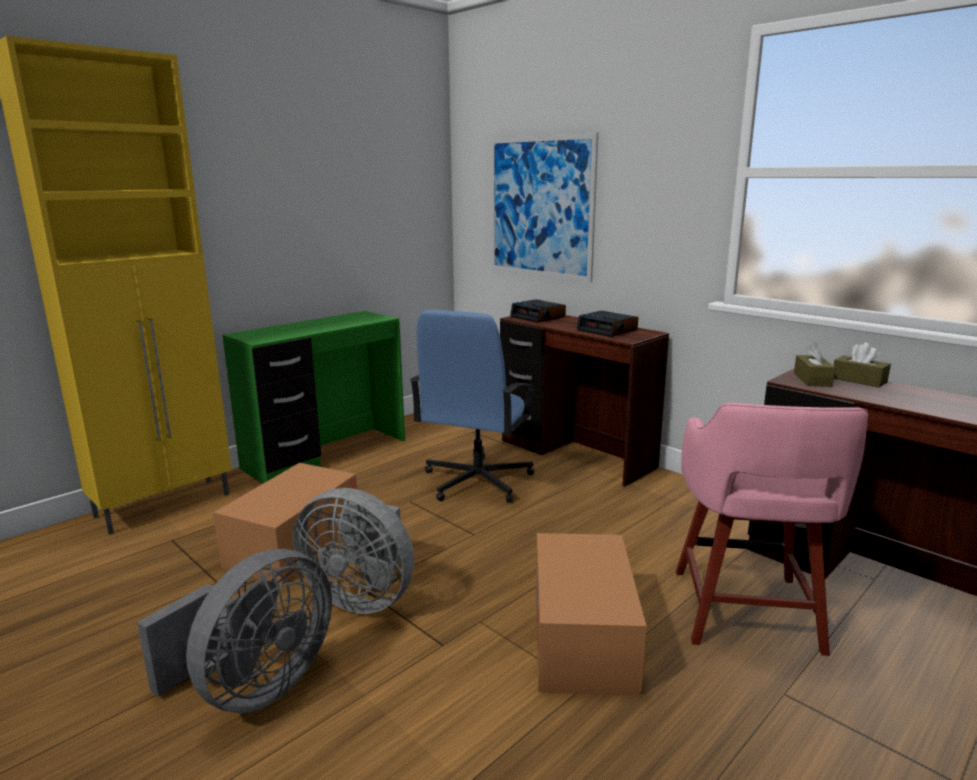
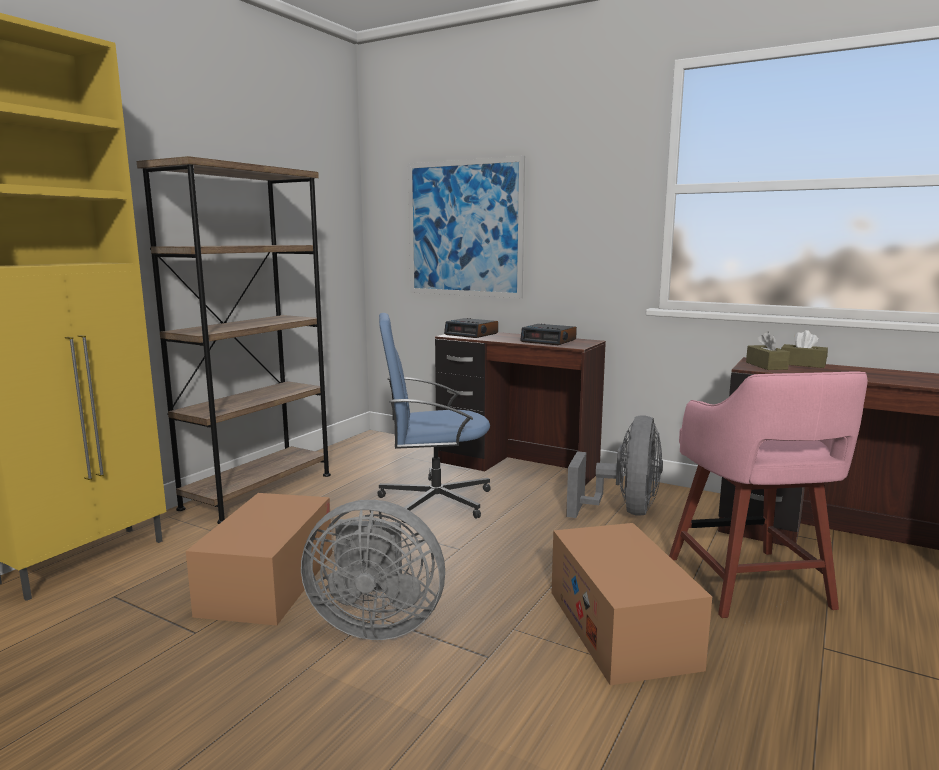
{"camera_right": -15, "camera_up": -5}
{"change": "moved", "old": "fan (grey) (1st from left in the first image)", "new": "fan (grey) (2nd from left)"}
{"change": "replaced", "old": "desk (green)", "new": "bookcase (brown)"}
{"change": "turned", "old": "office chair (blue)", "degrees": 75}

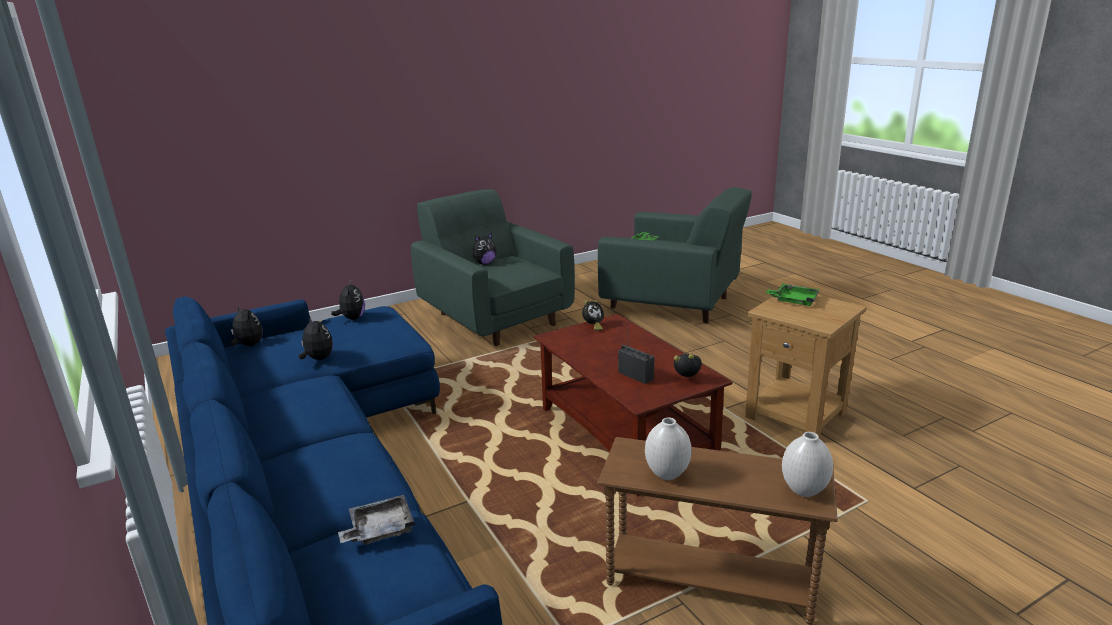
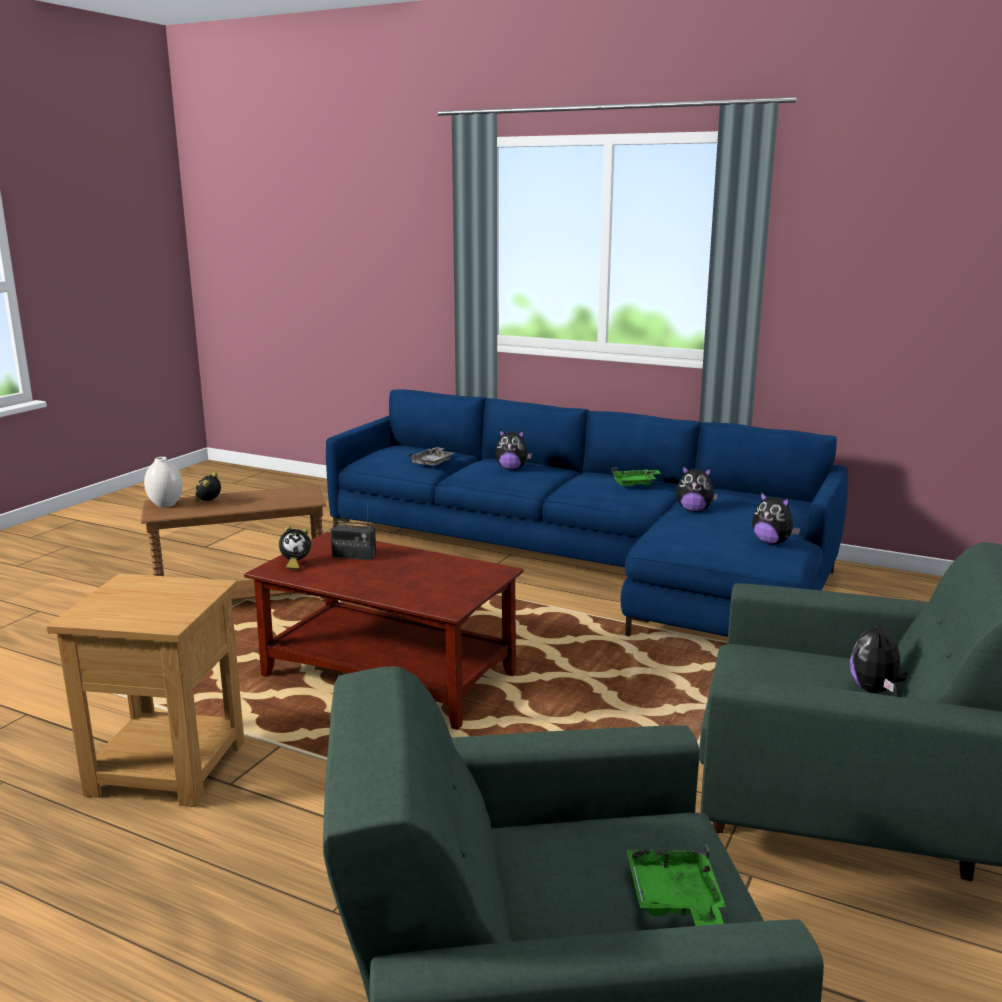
{"camera_right": 145, "camera_up": -5}
{"change": "removed", "old": "vase (white) (1st from left)"}
{"change": "moved", "old": "plush toy (1st from left)"}
{"change": "moved", "old": "alarm clock (1st from left)"}
{"change": "moved", "old": "tray (green) (2nd from left in the first image)", "new": "tray (green) (1st from left)"}

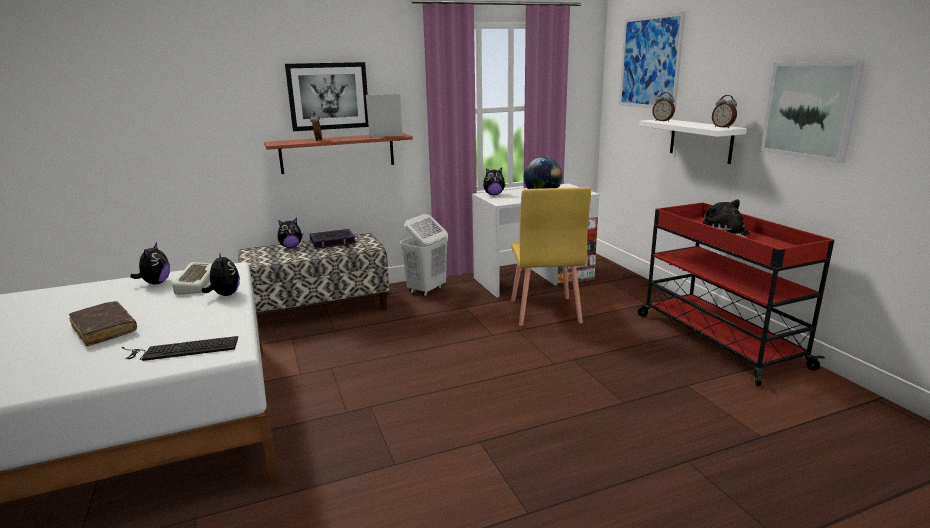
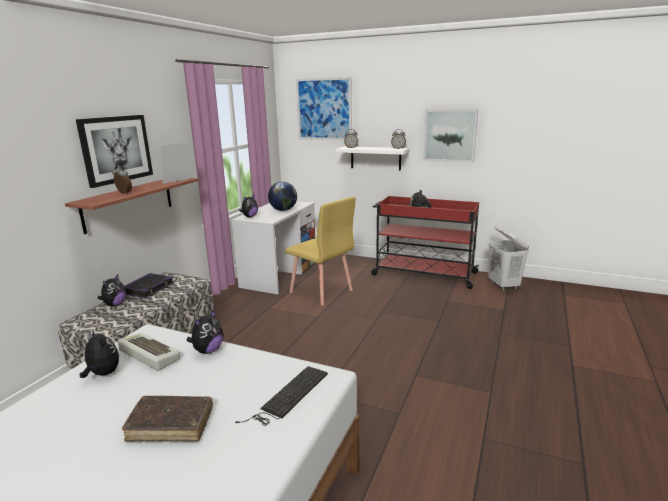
{"camera_right": -45, "camera_up": 0}
{"change": "moved", "old": "laundry basket (white)"}
{"change": "turned", "old": "plush toy (2nd from left in the first image)", "degrees": 105}

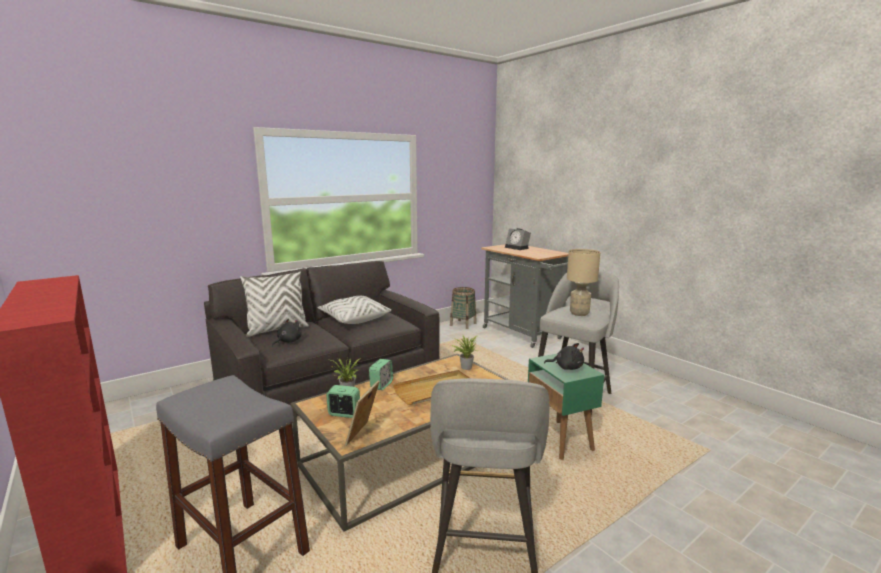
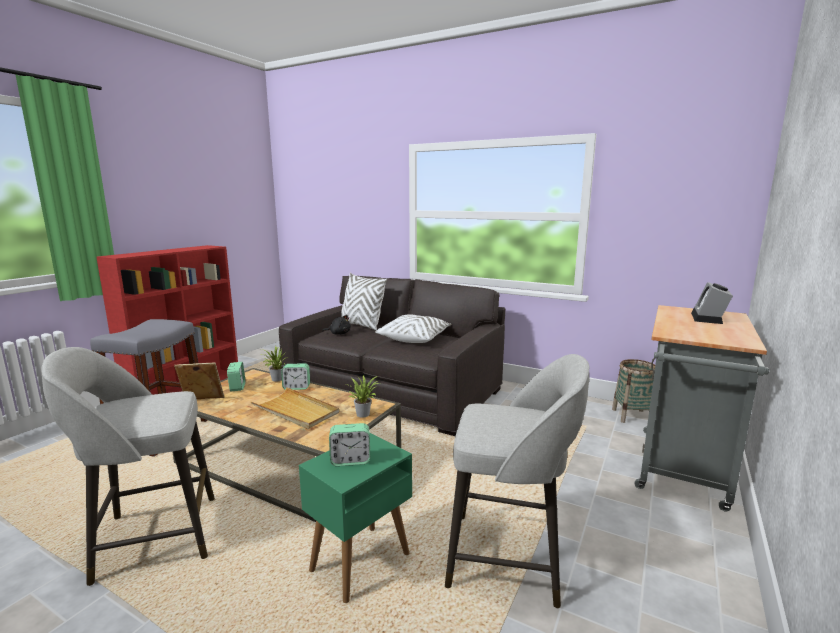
{"camera_right": 65, "camera_up": 0}
{"change": "removed", "old": "table lamp (beige)"}
{"change": "replaced", "old": "plush toy (black) (2nd from left)", "new": "alarm clock (3rd from left)"}

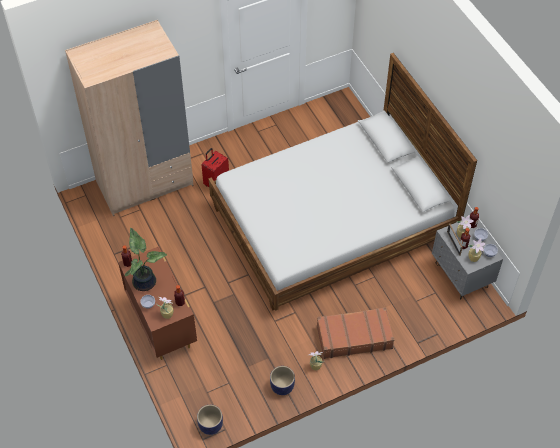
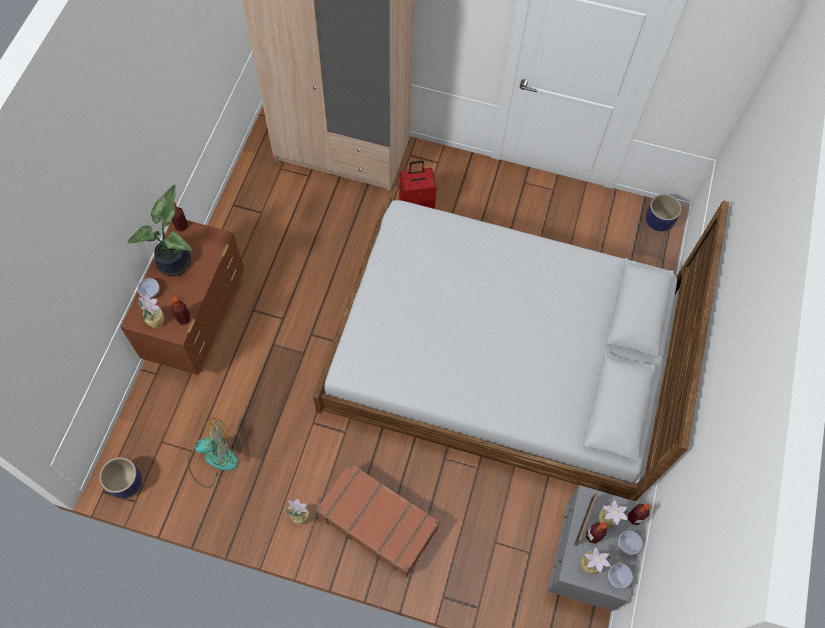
{"camera_right": 40, "camera_up": 10}
{"change": "added", "new": "fan"}
{"change": "moved", "old": "planter (2nd from left)"}

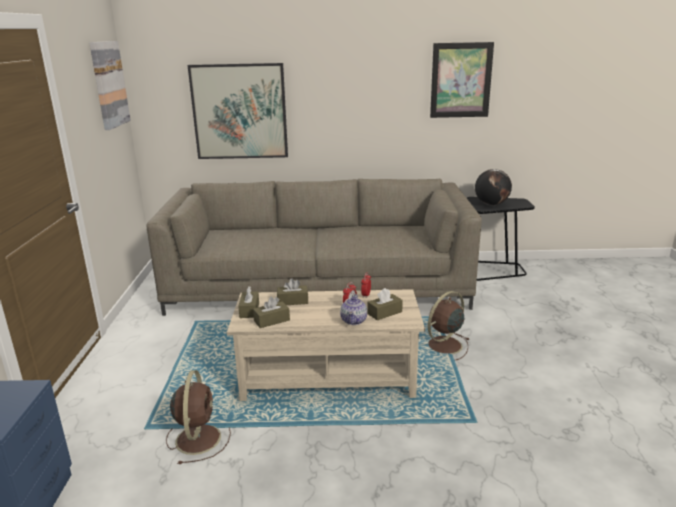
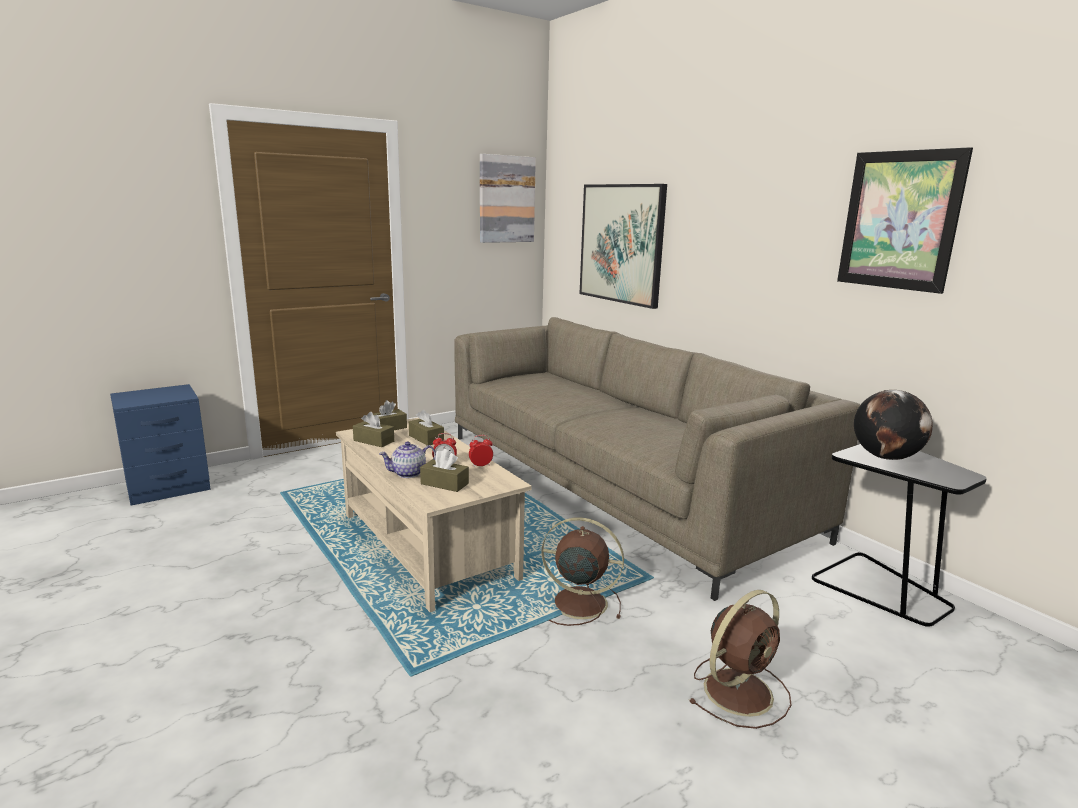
{"camera_right": 55, "camera_up": -5}
{"change": "moved", "old": "fan (brown) (1st from left in the first image)", "new": "fan (brown) (2nd from left)"}

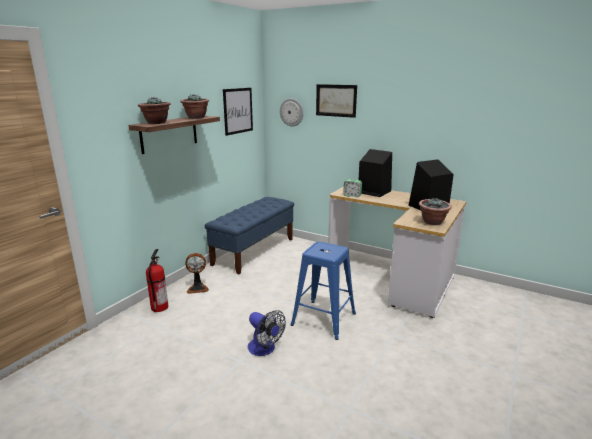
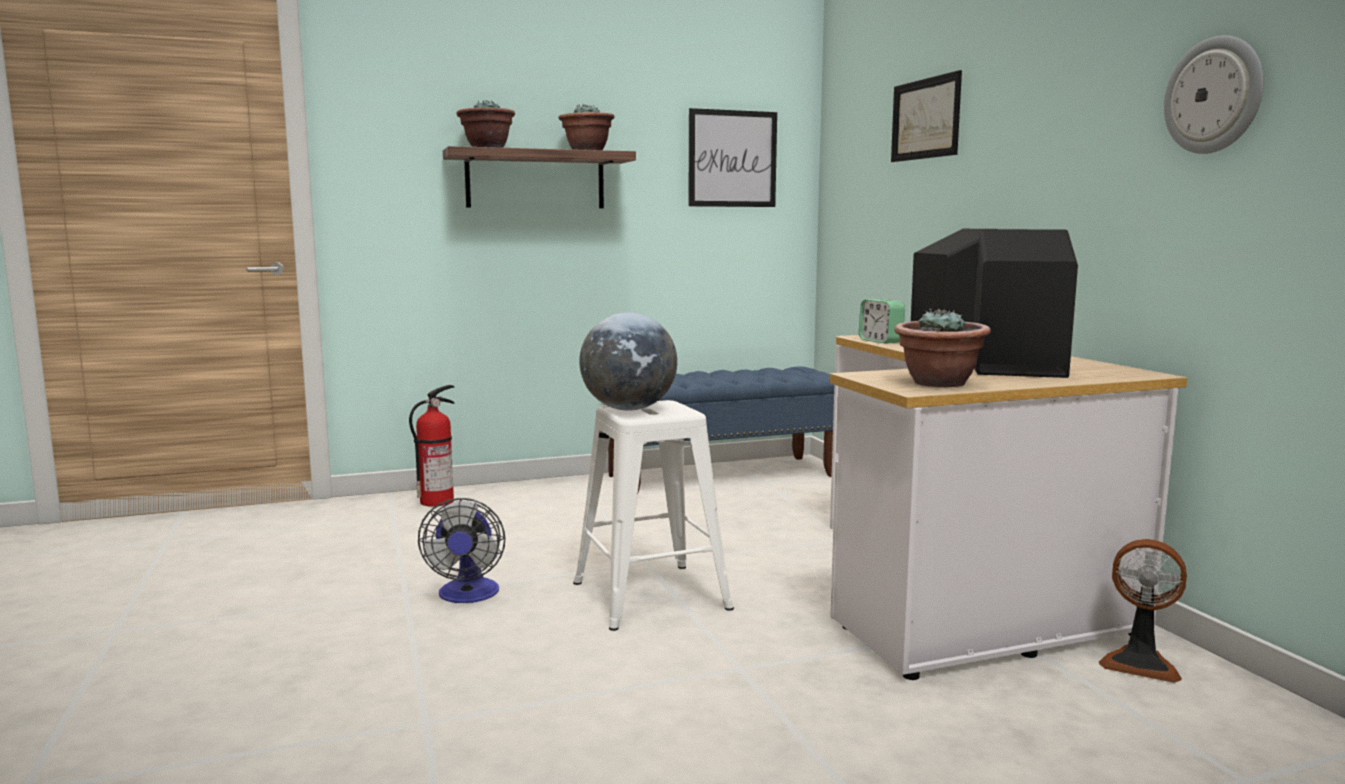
{"camera_right": 40, "camera_up": -10}
{"change": "added", "new": "globe"}
{"change": "moved", "old": "fan (1st from left in the first image)", "new": "fan (2nd from left)"}
{"change": "moved", "old": "wall clock"}
{"change": "recoloured", "old": "stool (blue)", "new": "stool (white)"}

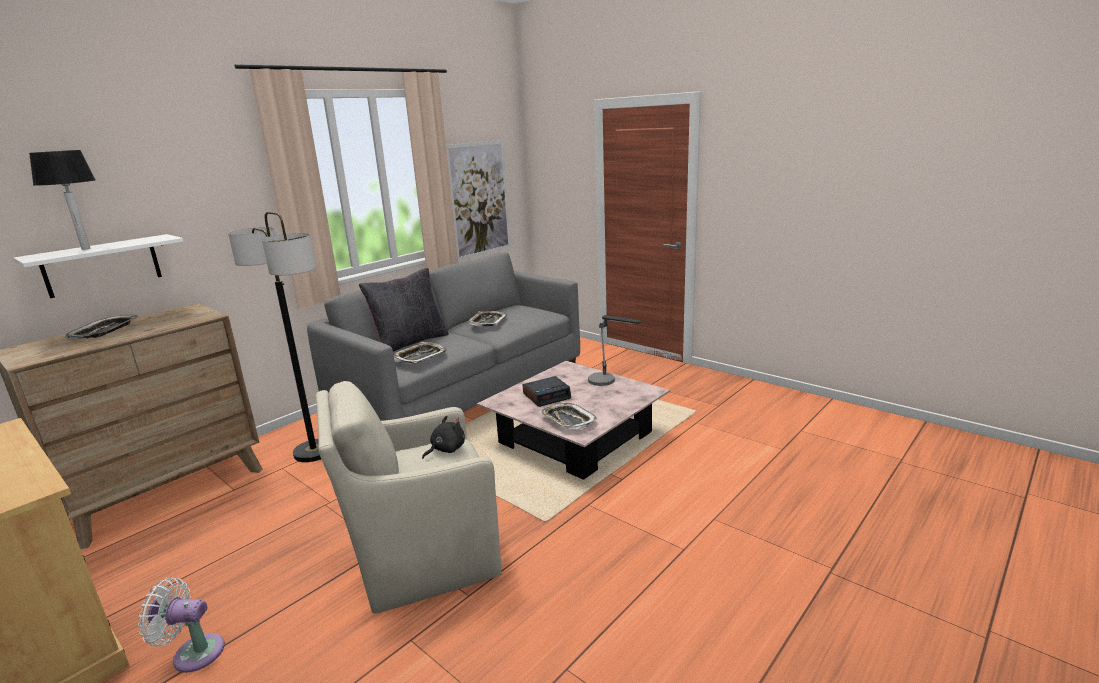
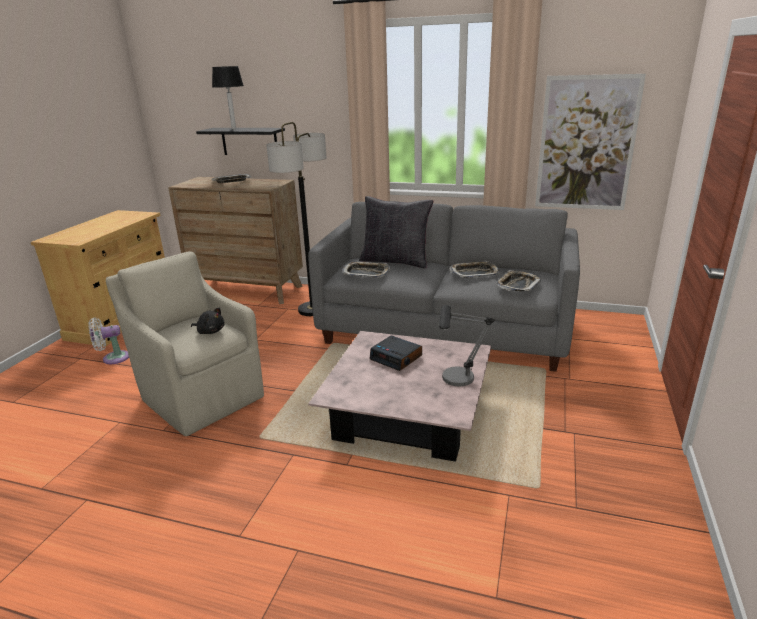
{"camera_right": 65, "camera_up": 5}
{"change": "moved", "old": "tray (4th from left)"}
{"change": "recoloured", "old": "shelf (white)", "new": "shelf (black)"}
{"change": "turned", "old": "fan (white)", "degrees": -90}

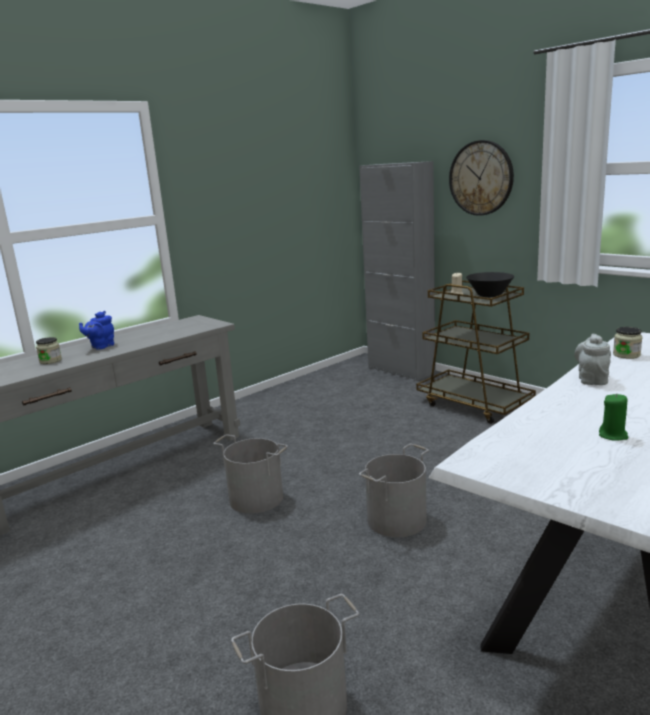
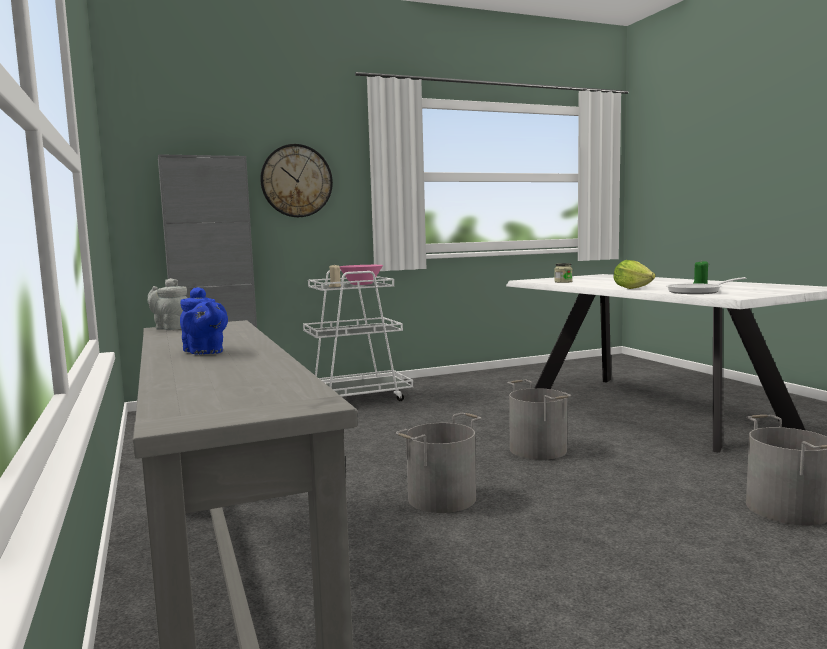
{"camera_right": -70, "camera_up": -10}
{"change": "removed", "old": "jar (1st from left)"}
{"change": "added", "new": "lettuce"}
{"change": "added", "new": "frying pan"}
{"change": "moved", "old": "teapot (grey)"}
{"change": "recoloured", "old": "cart (brown)", "new": "cart (white)"}
{"change": "recoloured", "old": "bowl (black)", "new": "bowl (pink)"}

